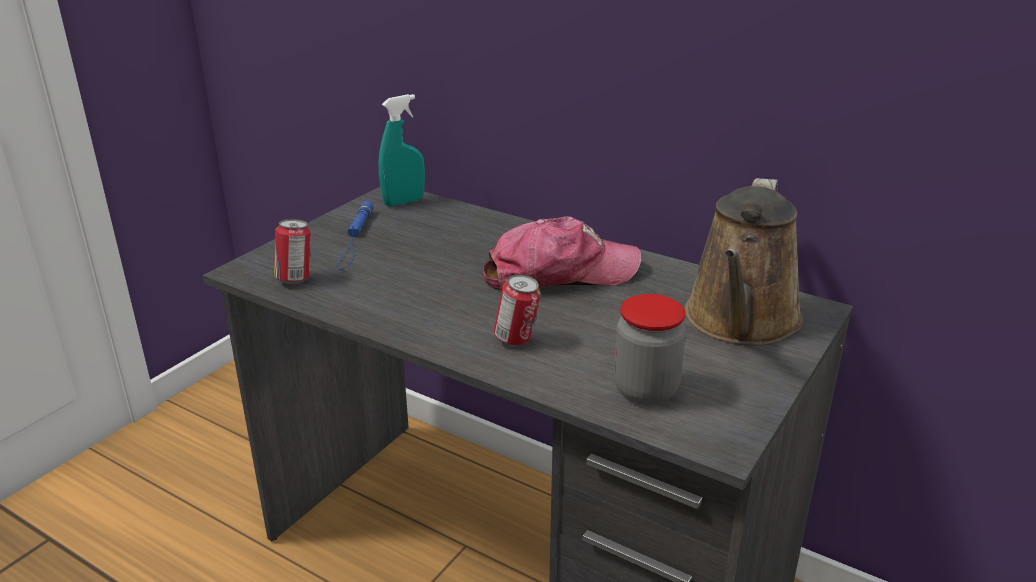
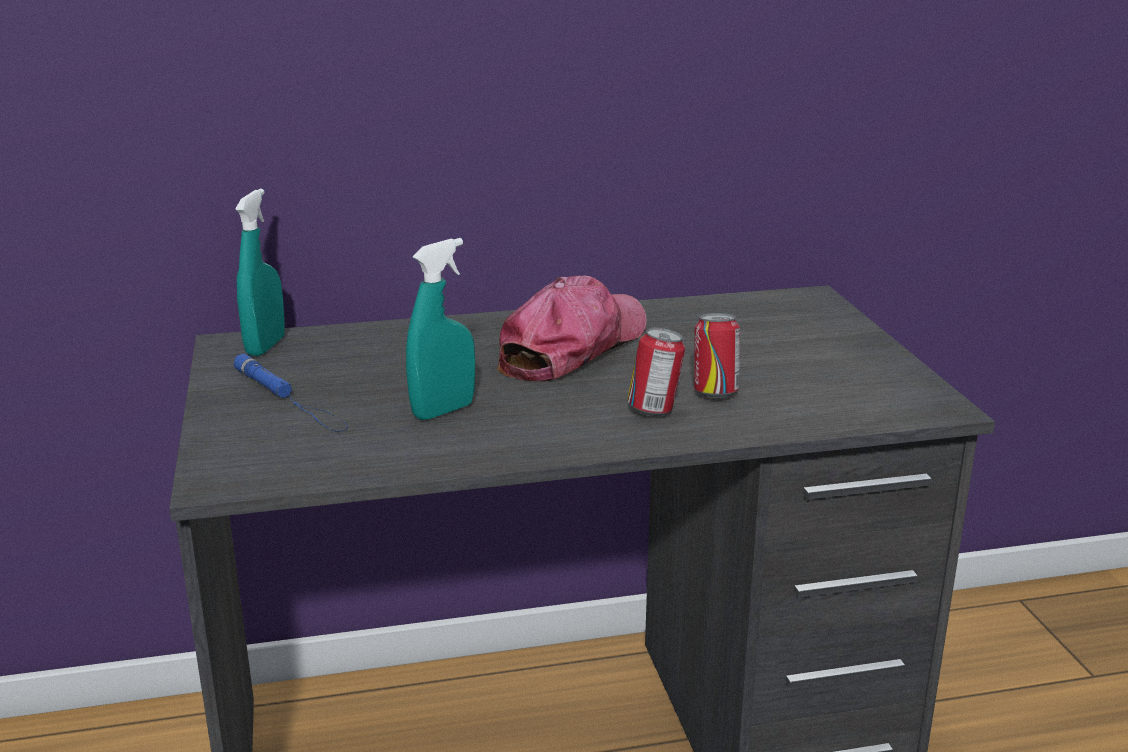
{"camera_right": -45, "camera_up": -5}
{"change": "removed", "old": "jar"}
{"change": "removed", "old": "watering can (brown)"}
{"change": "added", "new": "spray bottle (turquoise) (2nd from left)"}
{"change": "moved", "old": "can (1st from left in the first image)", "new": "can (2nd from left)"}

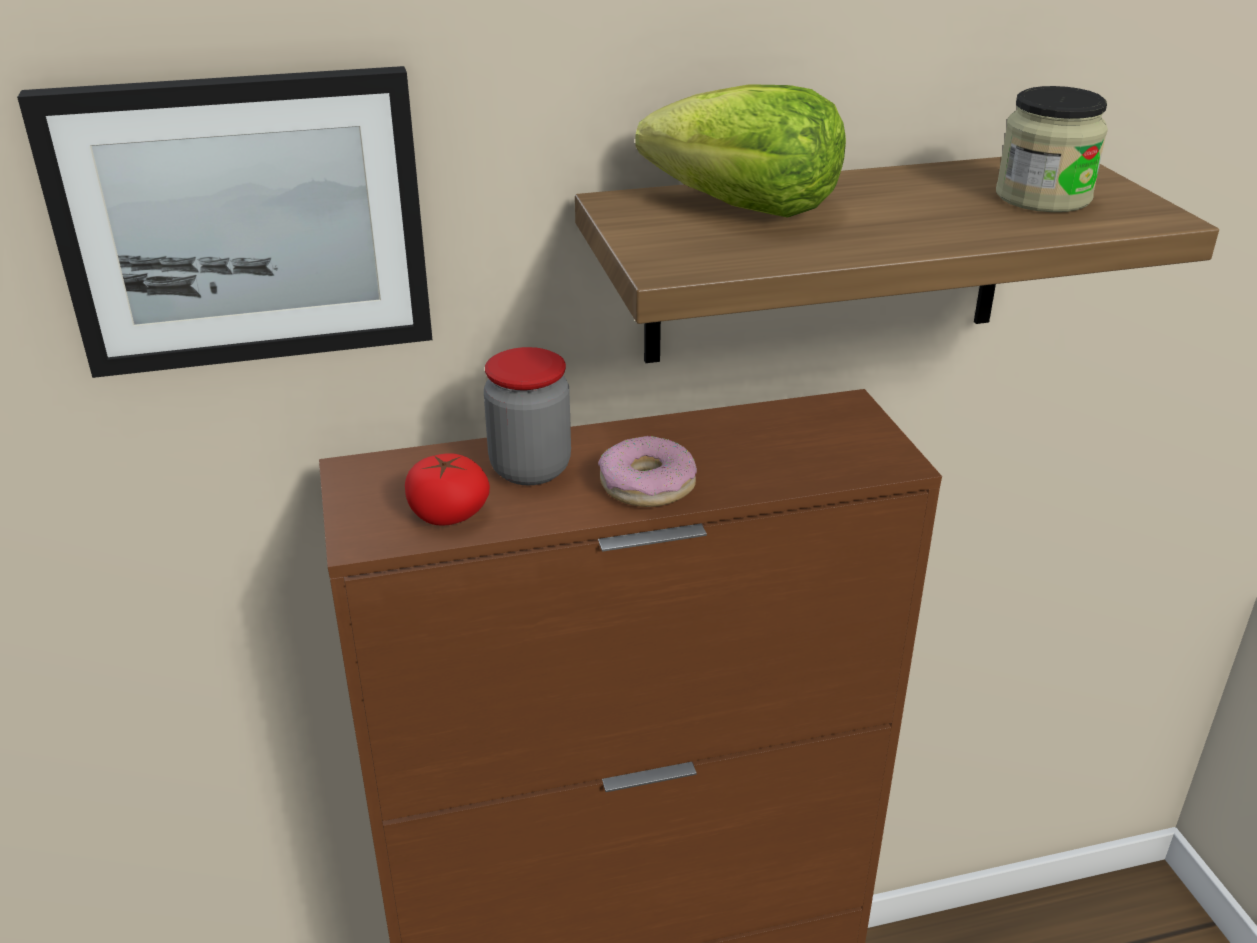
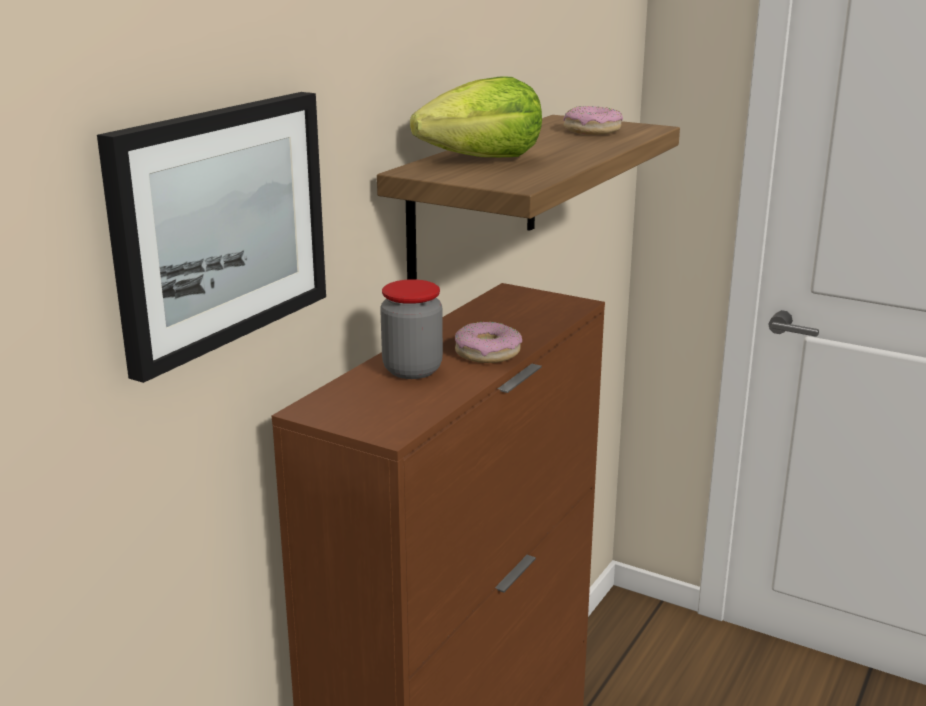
{"camera_right": -45, "camera_up": -10}
{"change": "removed", "old": "tomato"}
{"change": "replaced", "old": "jar (2nd from left)", "new": "donut (2nd from left)"}

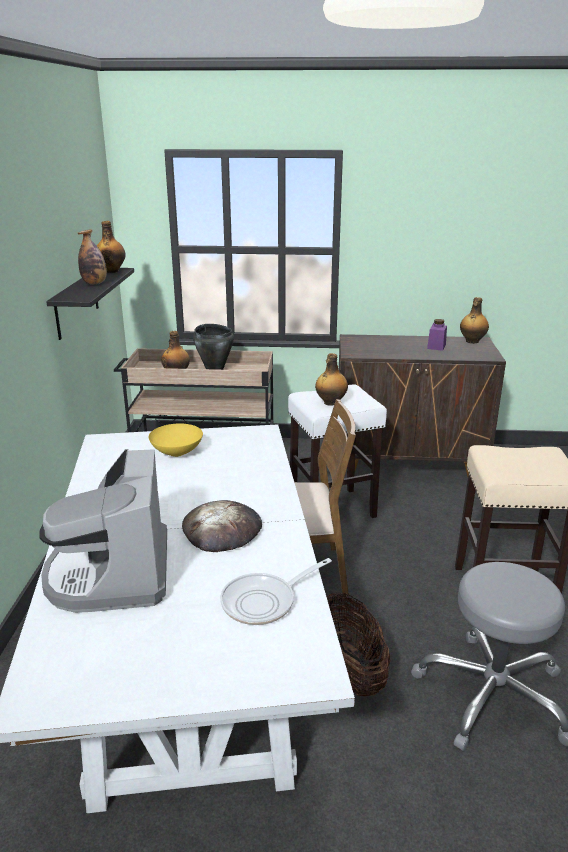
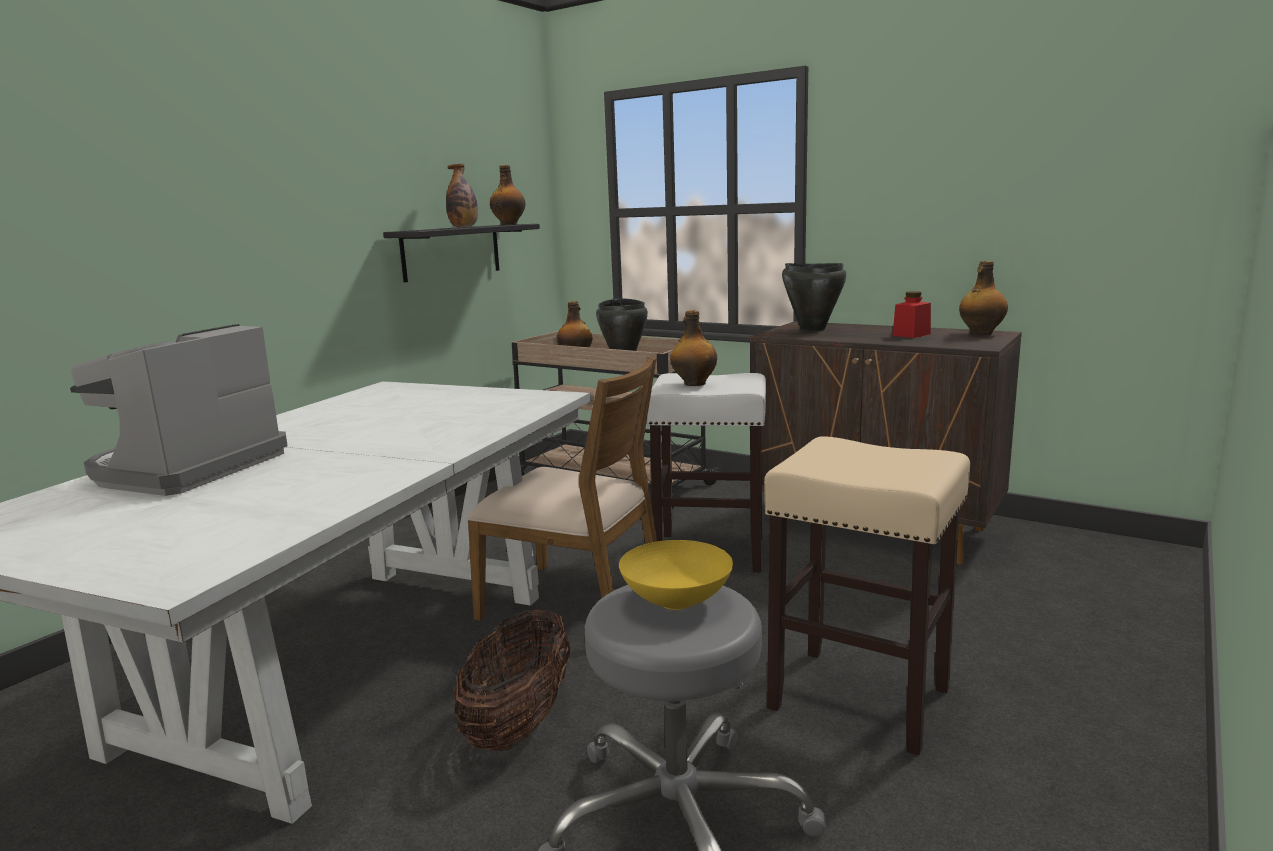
{"camera_right": 30, "camera_up": -10}
{"change": "removed", "old": "bread"}
{"change": "removed", "old": "frying pan"}
{"change": "added", "new": "cooking pot (black) (2nd from left)"}
{"change": "moved", "old": "bowl (yellow)"}
{"change": "recoloured", "old": "jar (purple)", "new": "jar (red)"}

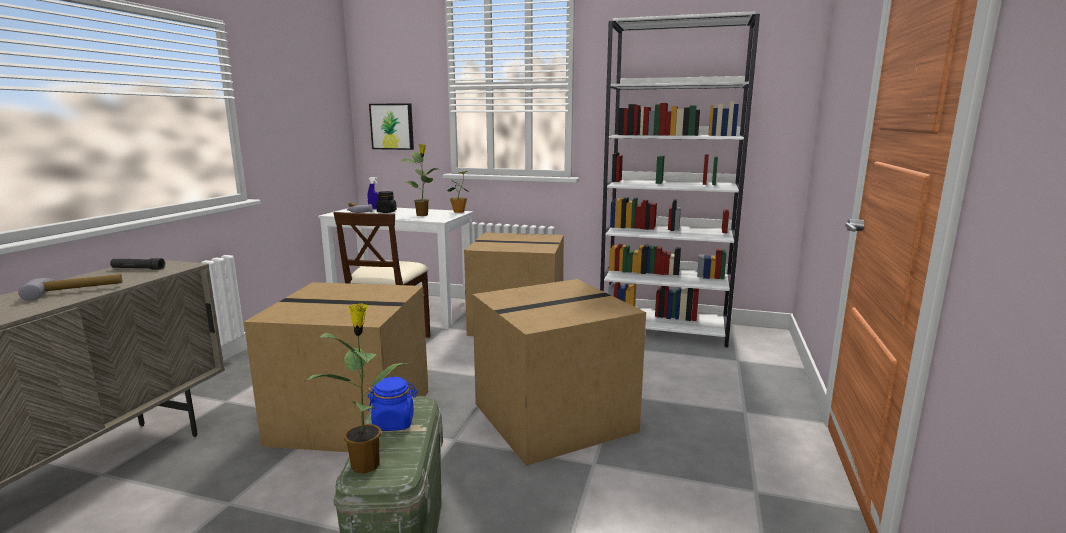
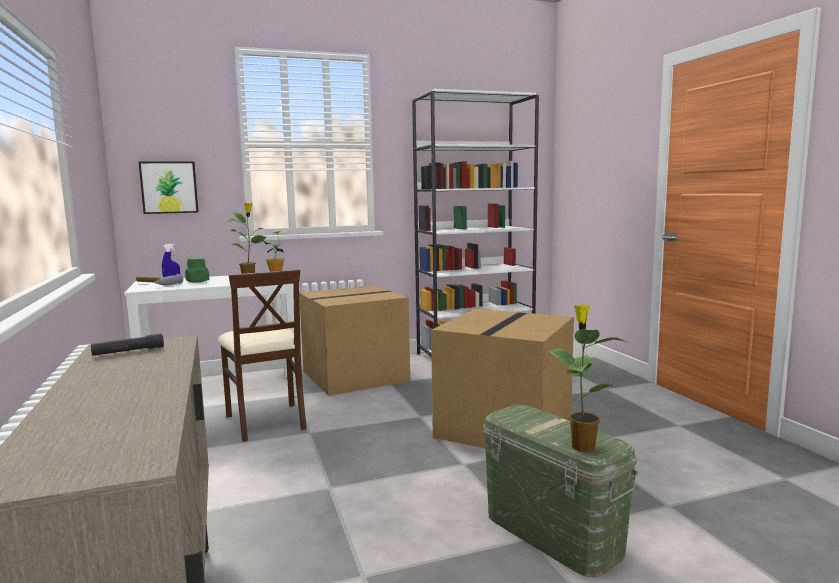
{"camera_right": -35, "camera_up": -5}
{"change": "removed", "old": "hammer (1st from left)"}
{"change": "removed", "old": "cardboard box (1st from left)"}
{"change": "removed", "old": "jar (blue)"}
{"change": "recoloured", "old": "jar (black)", "new": "jar (green)"}

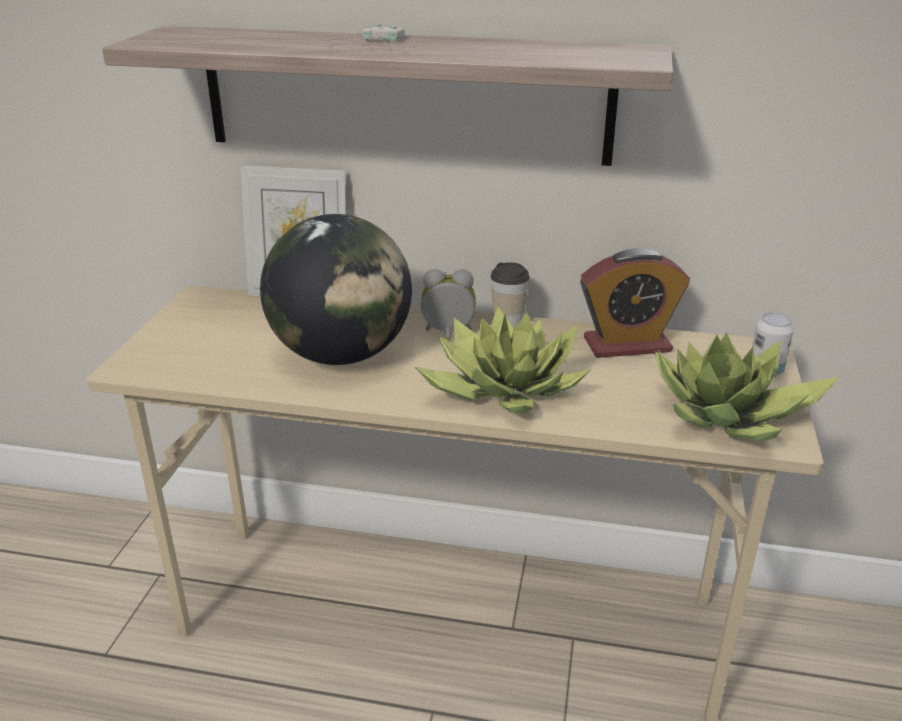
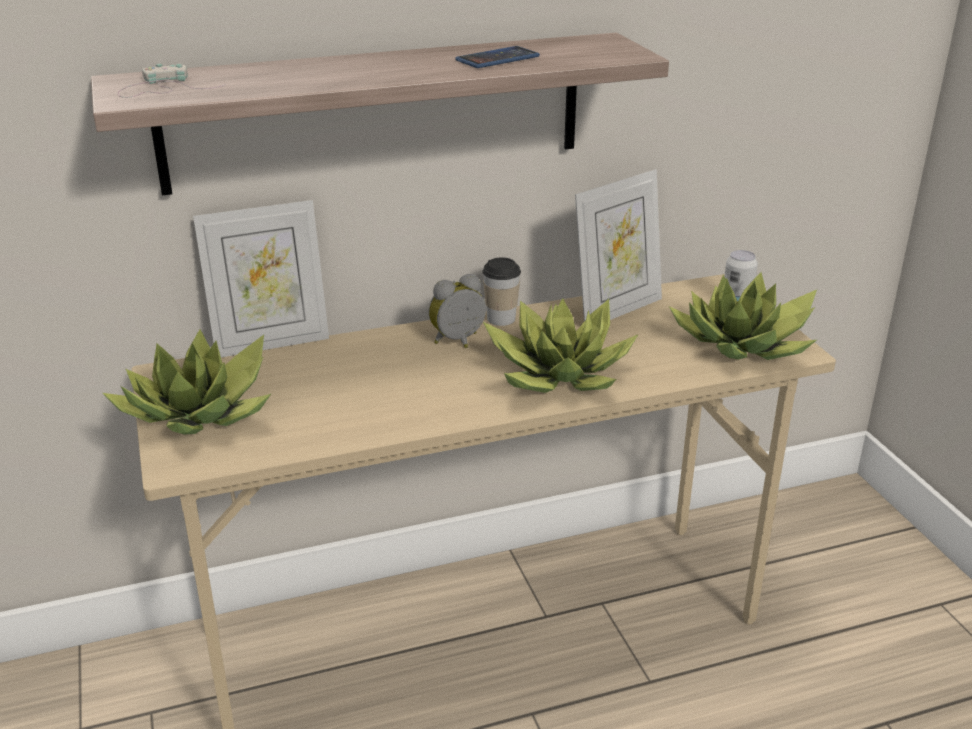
{"camera_right": -30, "camera_up": 0}
{"change": "removed", "old": "globe"}
{"change": "added", "new": "potted plant (1st from left)"}
{"change": "added", "new": "phone"}
{"change": "moved", "old": "game controller (white)"}
{"change": "replaced", "old": "alarm clock (2nd from left)", "new": "picture frame (2nd from left)"}

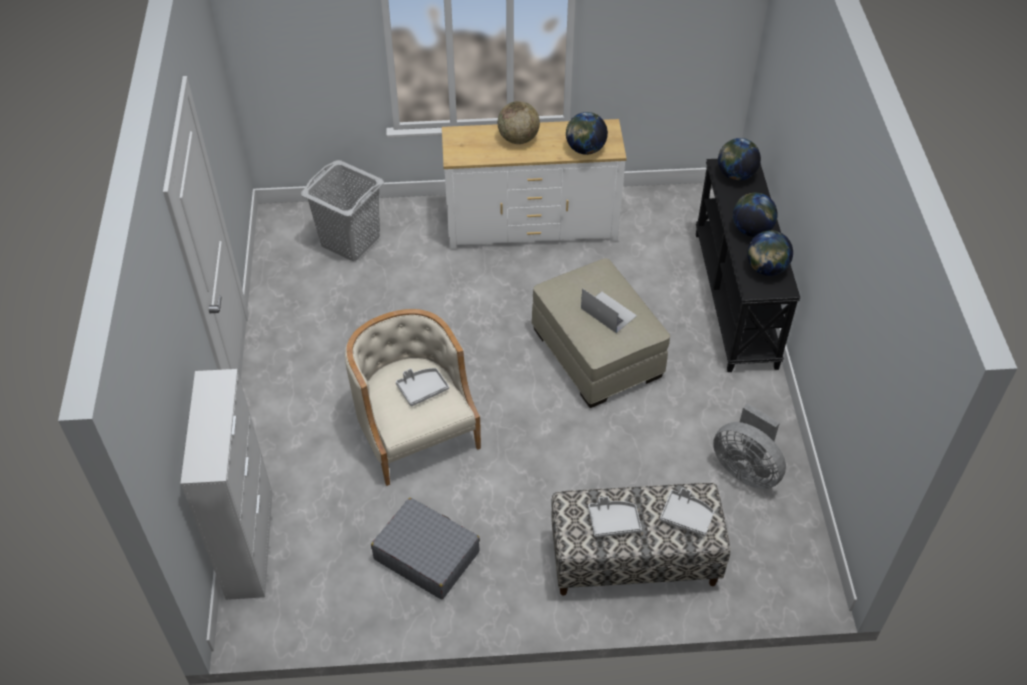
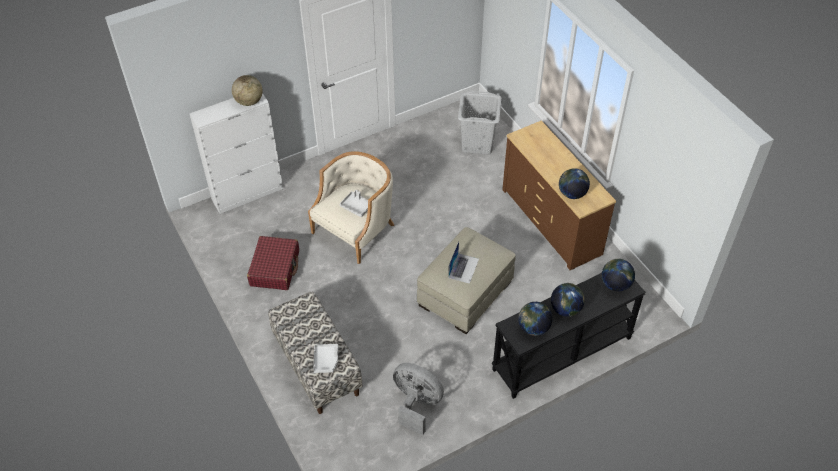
{"camera_right": 65, "camera_up": 0}
{"change": "removed", "old": "tray (grey) (2nd from left)"}
{"change": "moved", "old": "globe (1st from left)"}
{"change": "recoloured", "old": "suitcase (grey)", "new": "suitcase (red)"}
{"change": "recoloured", "old": "dresser (white)", "new": "dresser (brown)"}
{"change": "turned", "old": "fan (grey)", "degrees": 105}

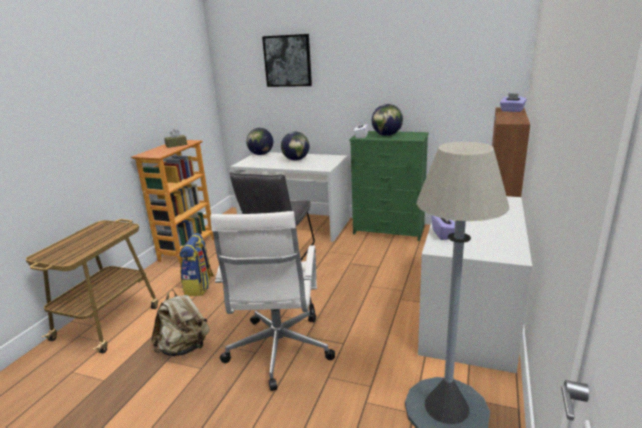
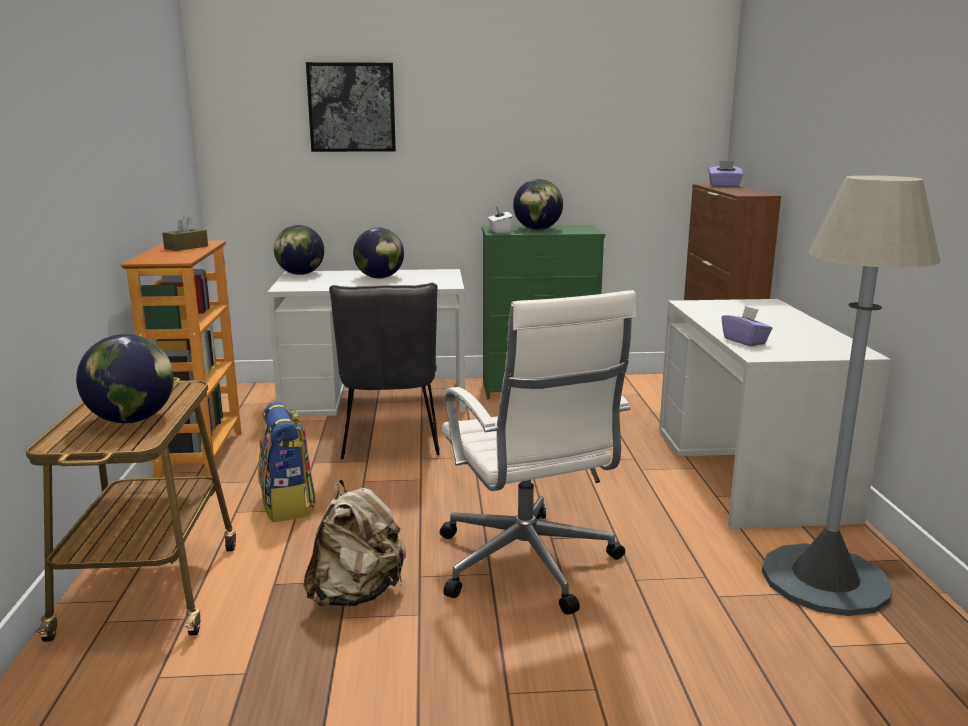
{"camera_right": -25, "camera_up": -5}
{"change": "added", "new": "globe (1st from left)"}

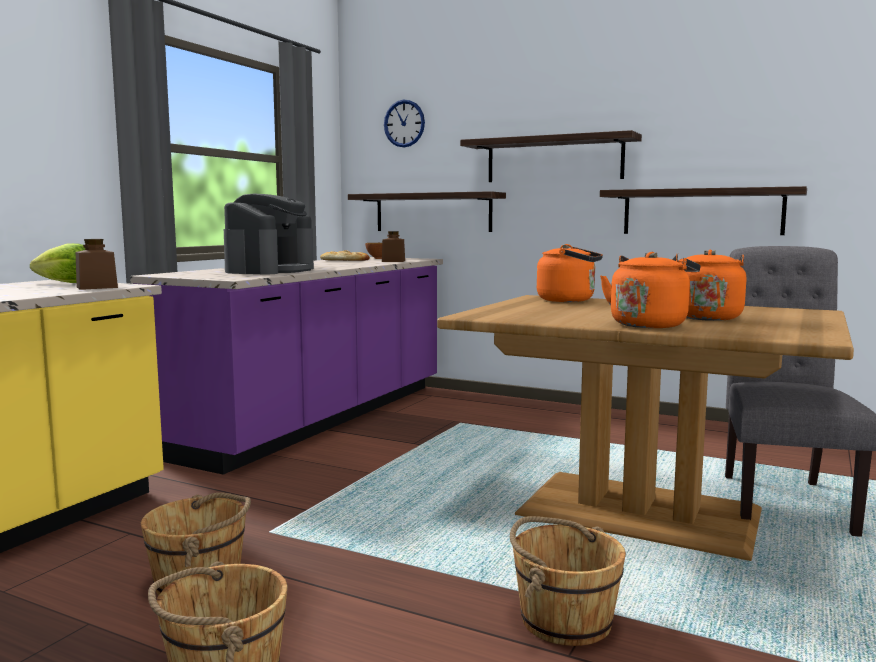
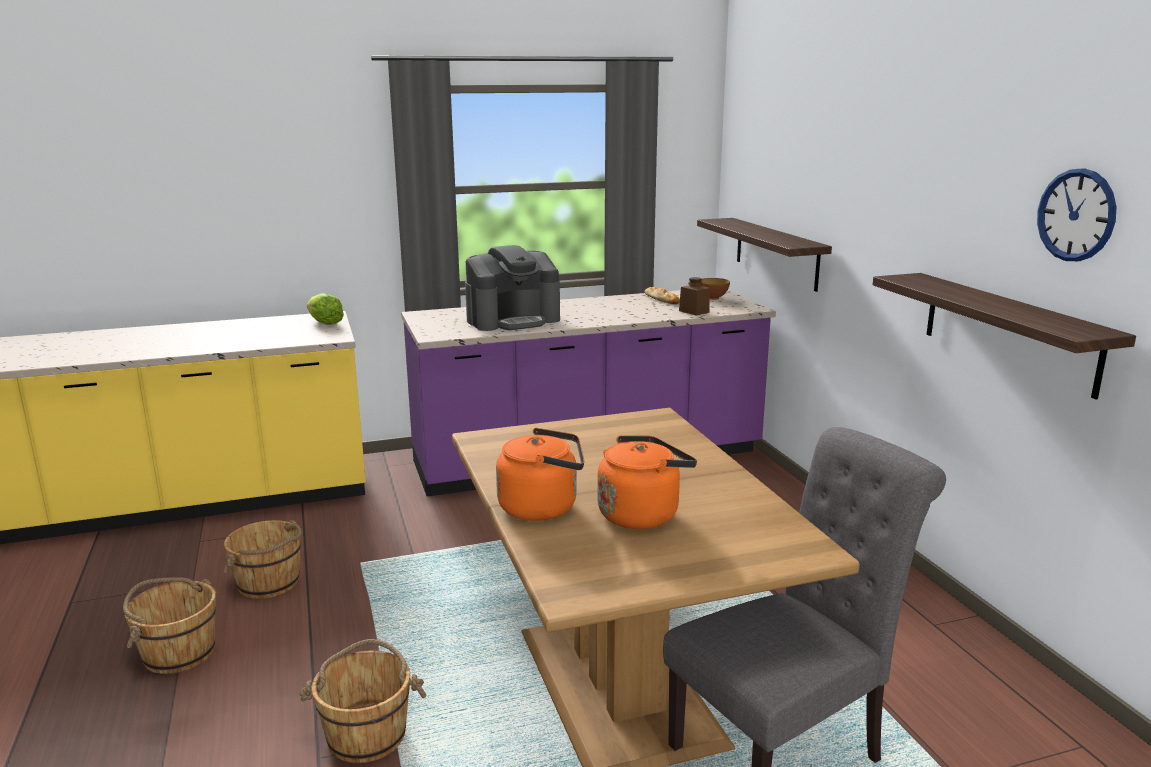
{"camera_right": 45, "camera_up": 10}
{"change": "removed", "old": "jar (brown) (1st from left)"}
{"change": "removed", "old": "shelf (2nd from left)"}
{"change": "removed", "old": "kettle (orange) (1st from left)"}
{"change": "moved", "old": "wall clock"}

